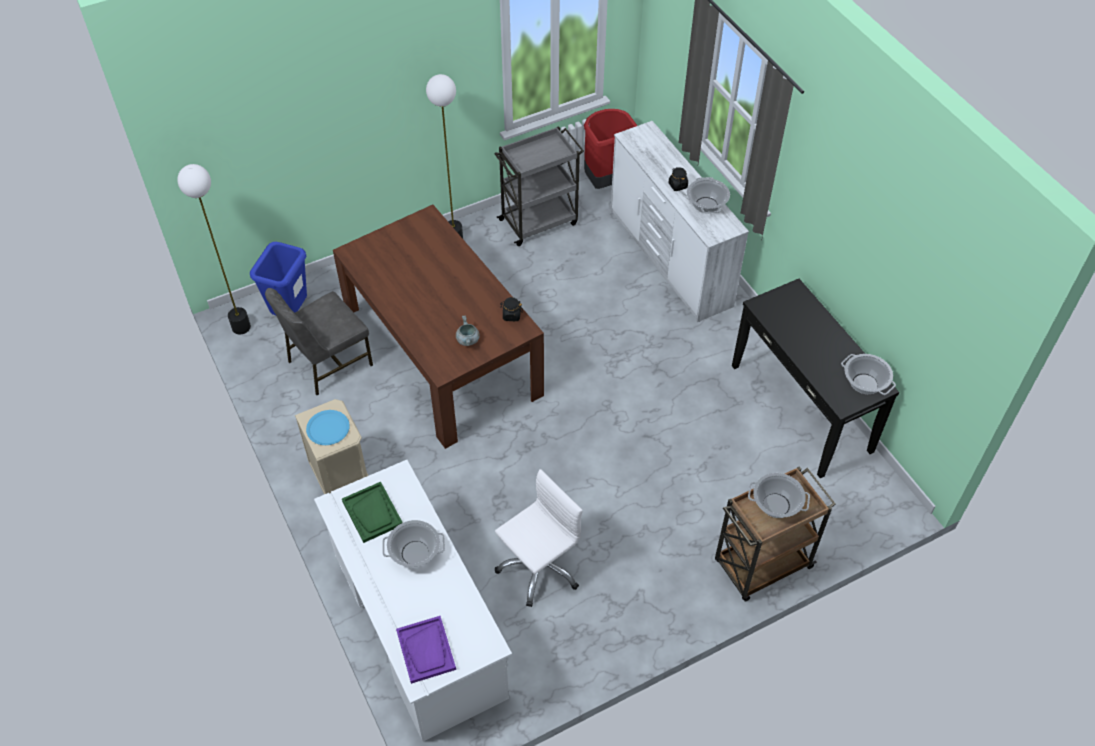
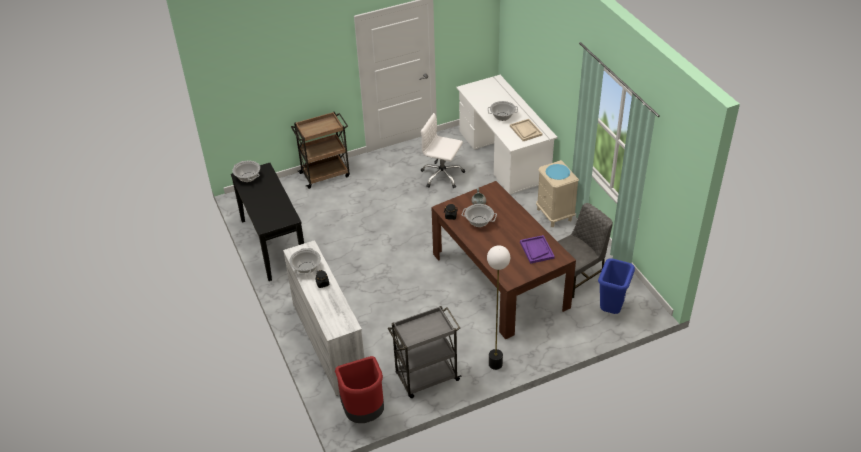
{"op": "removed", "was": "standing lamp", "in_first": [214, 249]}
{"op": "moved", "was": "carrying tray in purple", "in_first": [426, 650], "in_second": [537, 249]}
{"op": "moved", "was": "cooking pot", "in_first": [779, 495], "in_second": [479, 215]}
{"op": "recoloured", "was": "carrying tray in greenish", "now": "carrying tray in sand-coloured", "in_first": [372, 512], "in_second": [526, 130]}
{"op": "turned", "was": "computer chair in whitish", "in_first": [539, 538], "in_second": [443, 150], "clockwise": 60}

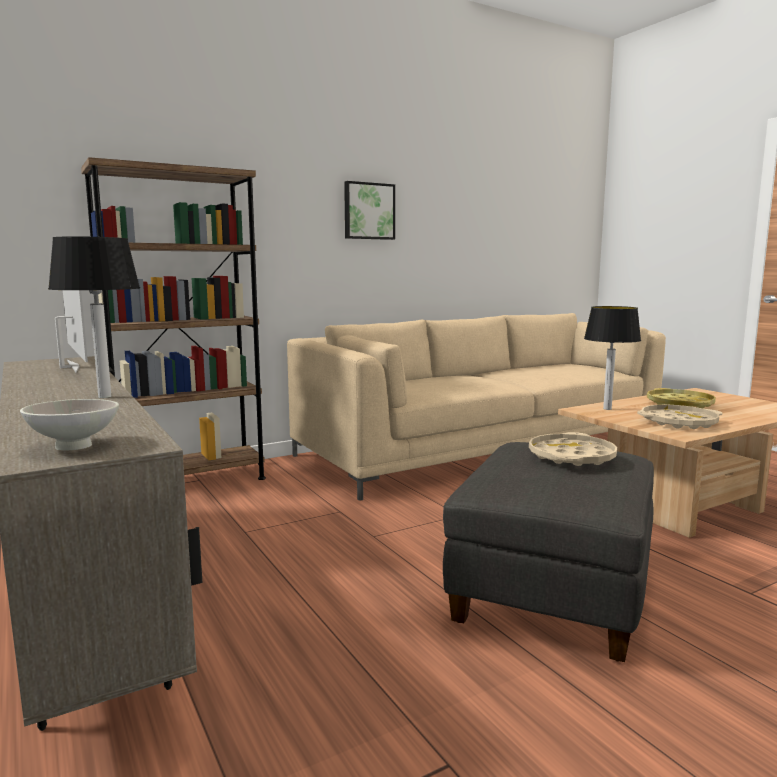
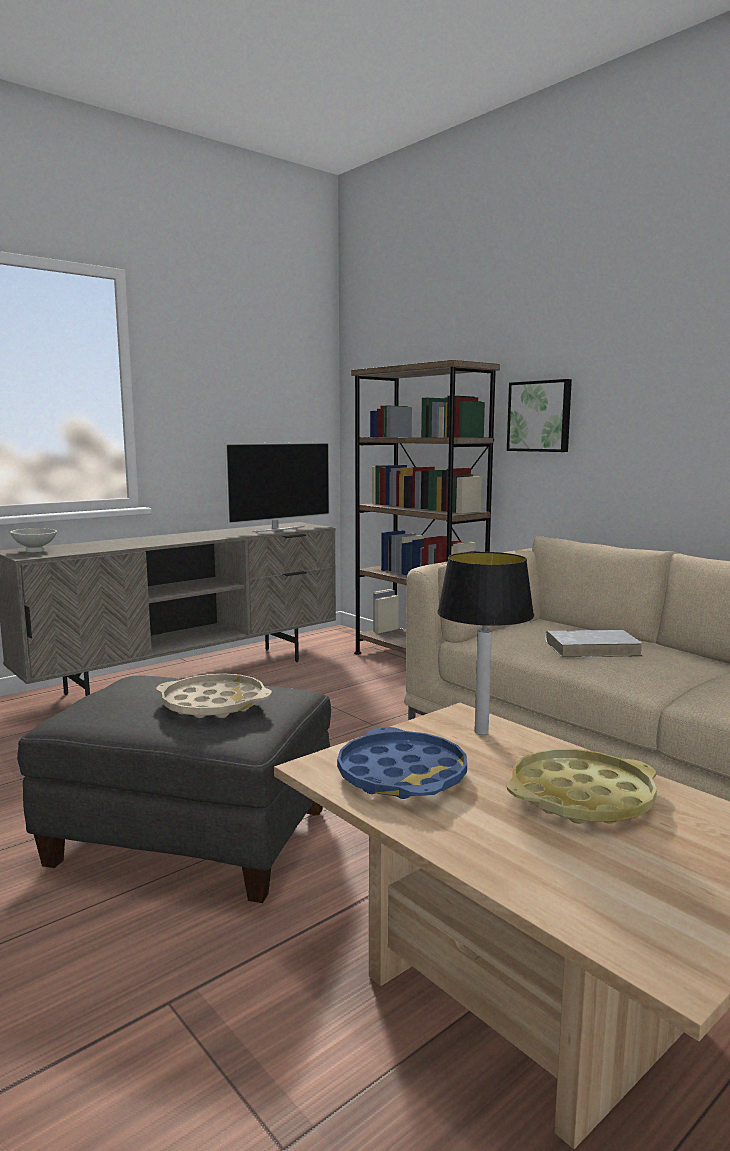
{"op": "removed", "was": "table lamp", "in_first": [94, 317]}
{"op": "added", "now": "volume in whitish", "in_second": [594, 643]}
{"op": "moved", "was": "picture", "in_first": [369, 210], "in_second": [539, 415]}
{"op": "recoloured", "was": "carrying tray in sand-coloured", "now": "carrying tray in blue", "in_first": [679, 417], "in_second": [402, 763]}

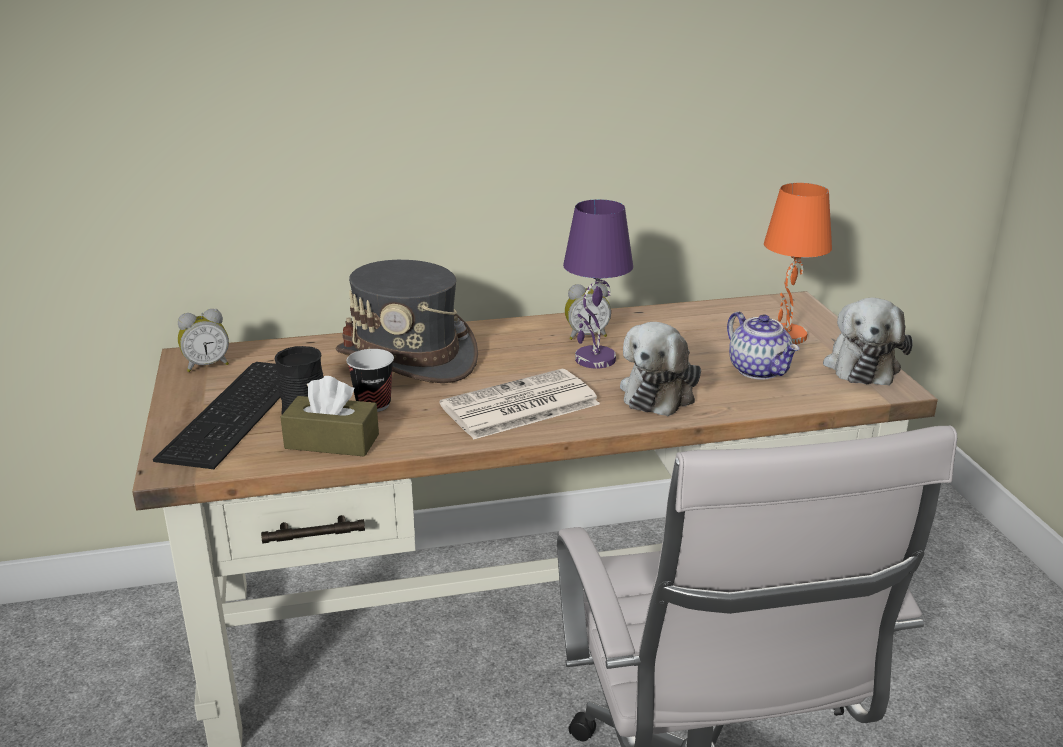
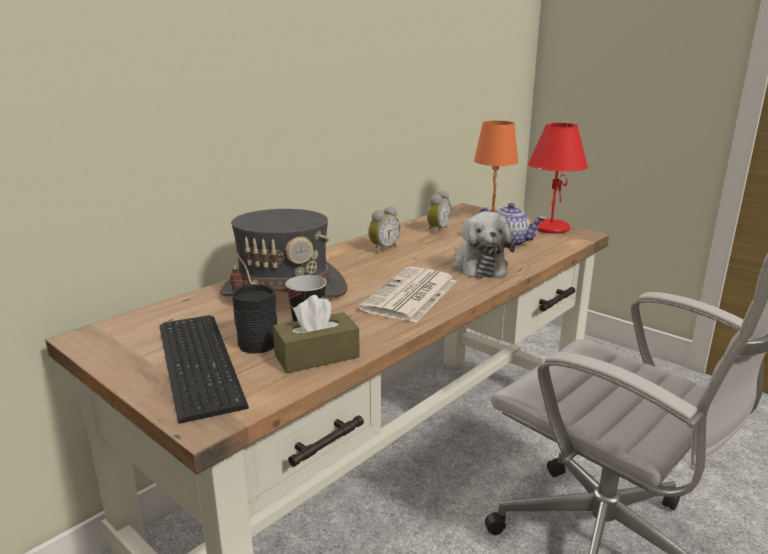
{"op": "removed", "was": "table lamp in purple", "in_first": [598, 284]}
{"op": "moved", "was": "bedside clock", "in_first": [203, 340], "in_second": [439, 212]}
{"op": "replaced", "was": "soft toy", "now": "table lamp in red-coloured", "in_first": [868, 342], "in_second": [558, 178]}

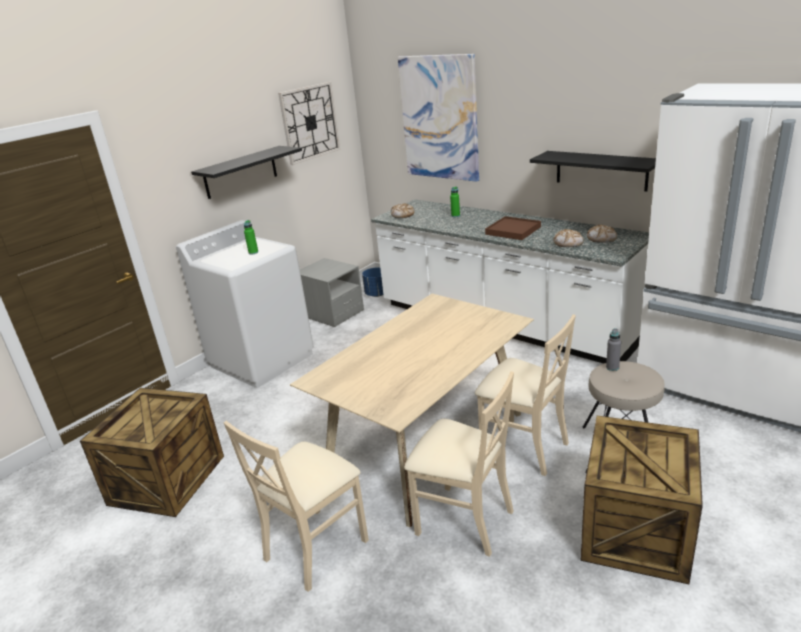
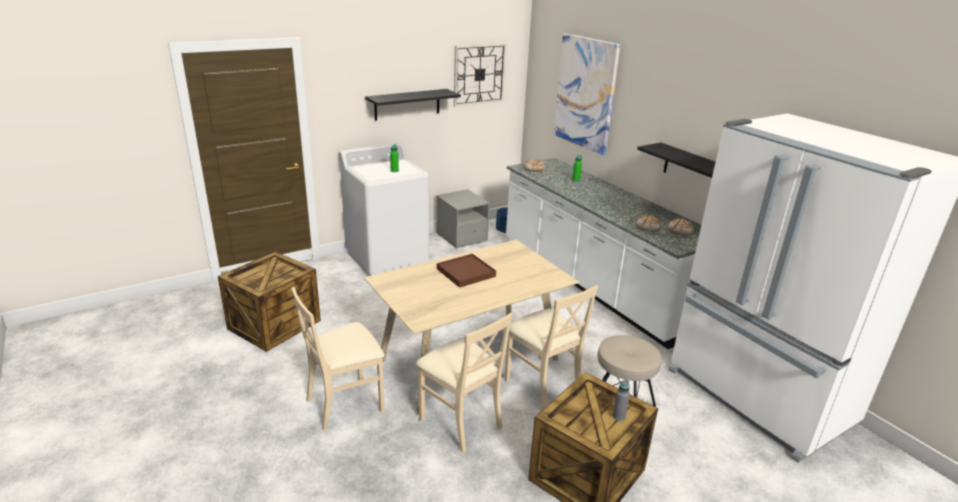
{"op": "moved", "was": "carrying tray in brown", "in_first": [513, 228], "in_second": [466, 271]}
{"op": "moved", "was": "bottle in grey", "in_first": [613, 349], "in_second": [621, 400]}

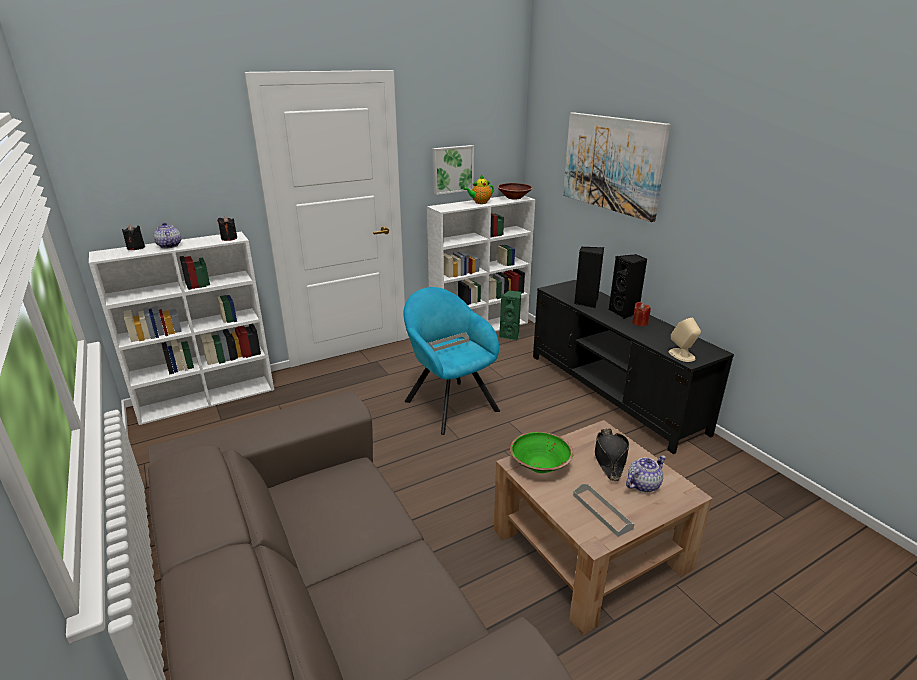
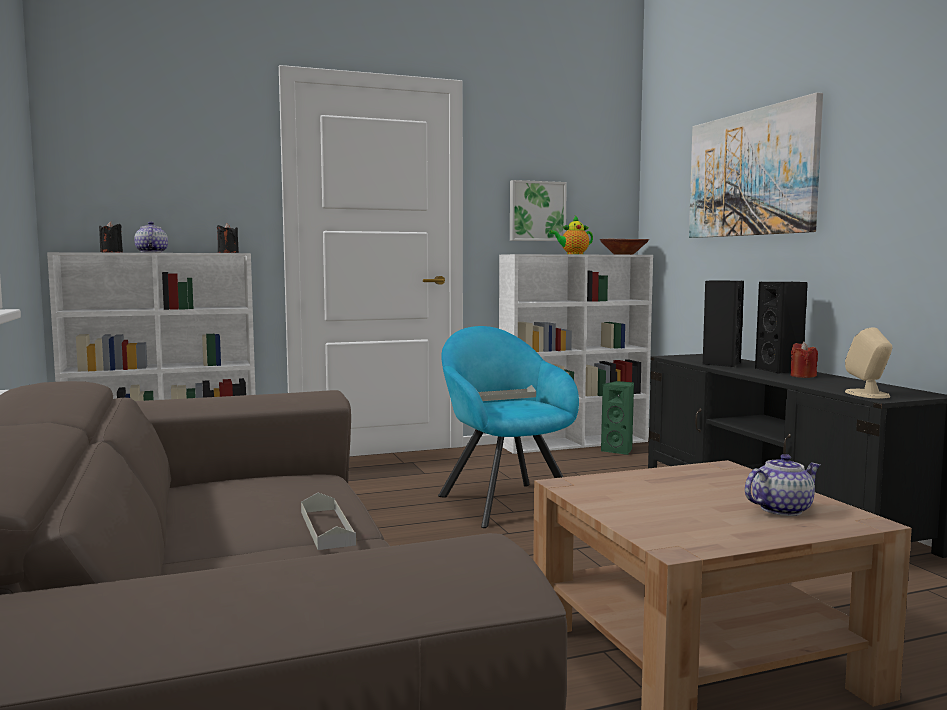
{"op": "removed", "was": "bowl in greenish", "in_first": [541, 452]}
{"op": "removed", "was": "hat in blackish", "in_first": [612, 454]}
{"op": "moved", "was": "carrying tray in grey", "in_first": [603, 510], "in_second": [328, 521]}

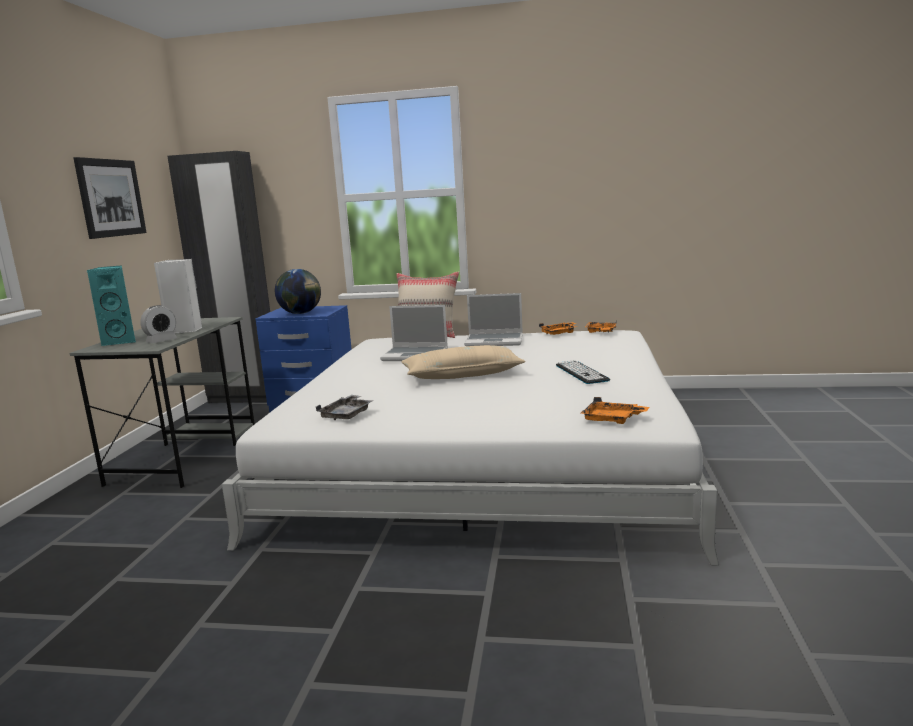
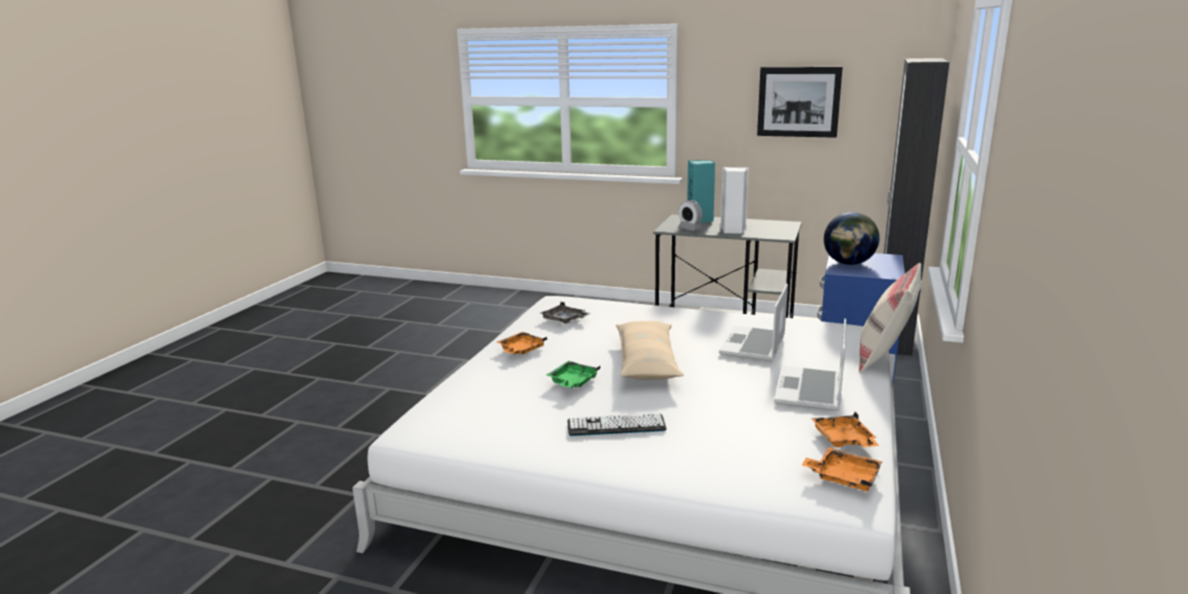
{"op": "added", "now": "carrying tray in greenish", "in_second": [573, 374]}
{"op": "moved", "was": "carrying tray in orangey", "in_first": [615, 410], "in_second": [522, 343]}

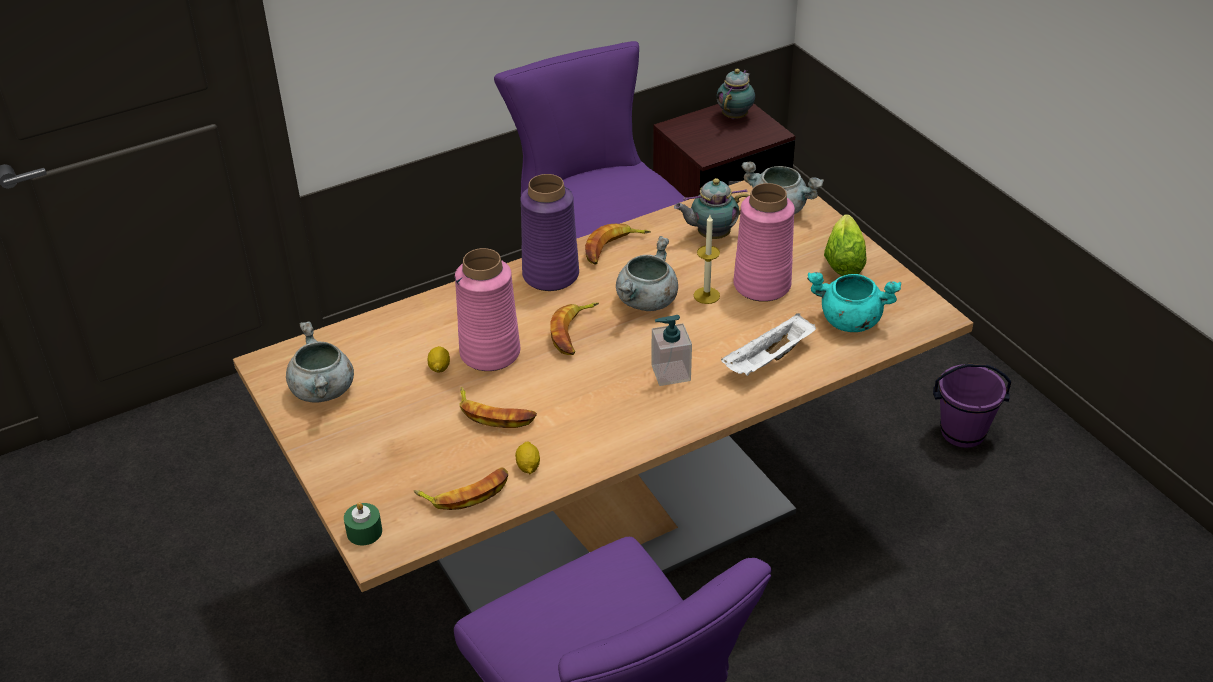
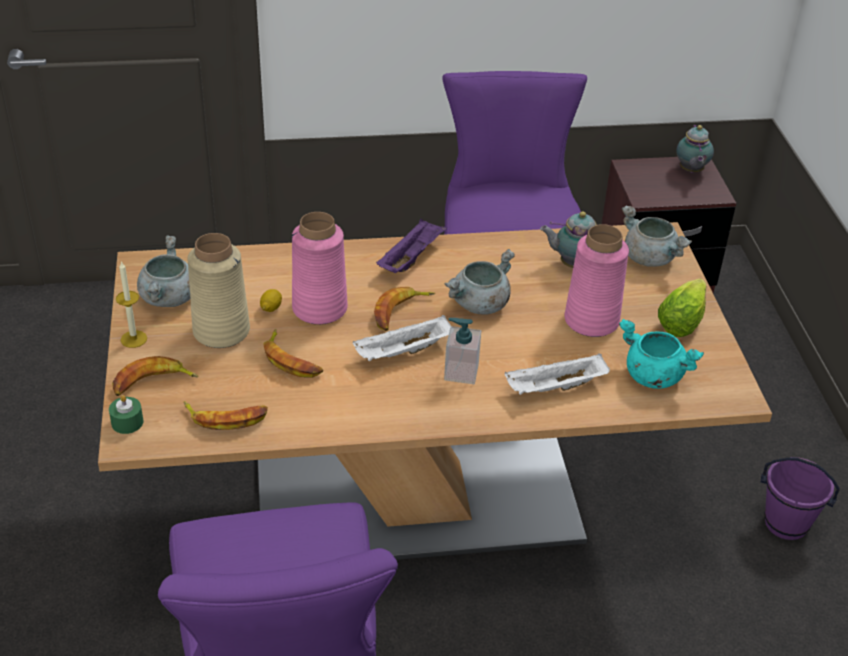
{"op": "removed", "was": "lemon", "in_first": [527, 458]}
{"op": "added", "now": "flower vase in sand-coloured", "in_second": [218, 290]}
{"op": "added", "now": "carrying tray in whitish", "in_second": [402, 338]}
{"op": "moved", "was": "banana fruit", "in_first": [618, 244], "in_second": [155, 376]}
{"op": "moved", "was": "wax light", "in_first": [707, 259], "in_second": [131, 304]}
{"op": "replaced", "was": "flower vase in purple", "now": "carrying tray in purple", "in_first": [549, 232], "in_second": [411, 246]}
{"op": "turned", "was": "teapot", "in_first": [735, 94], "in_second": [695, 149], "clockwise": 135}

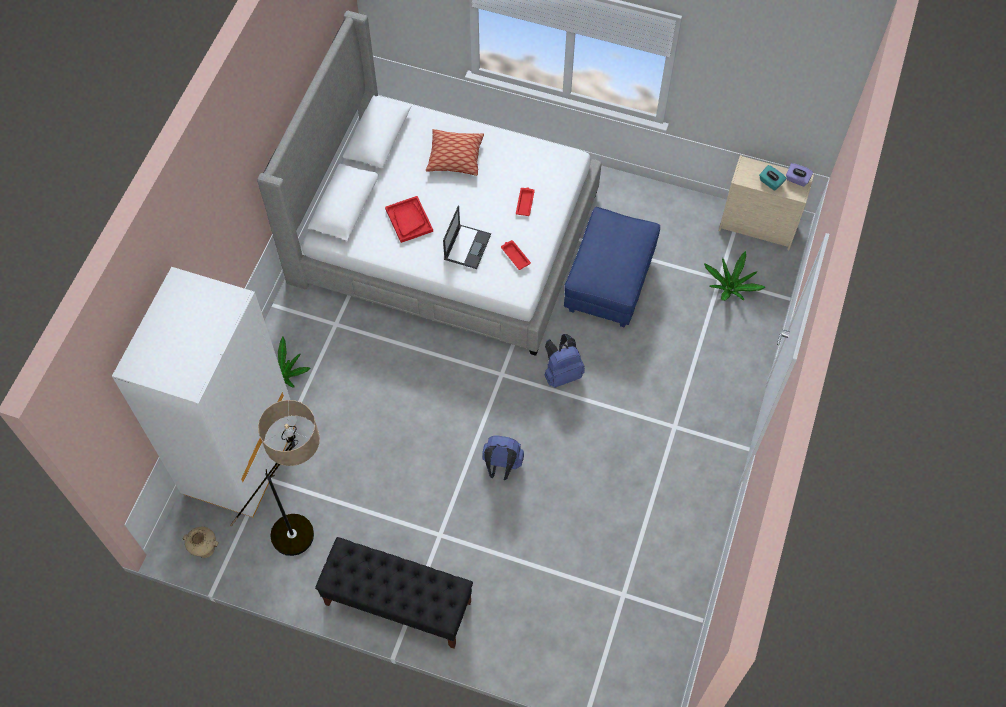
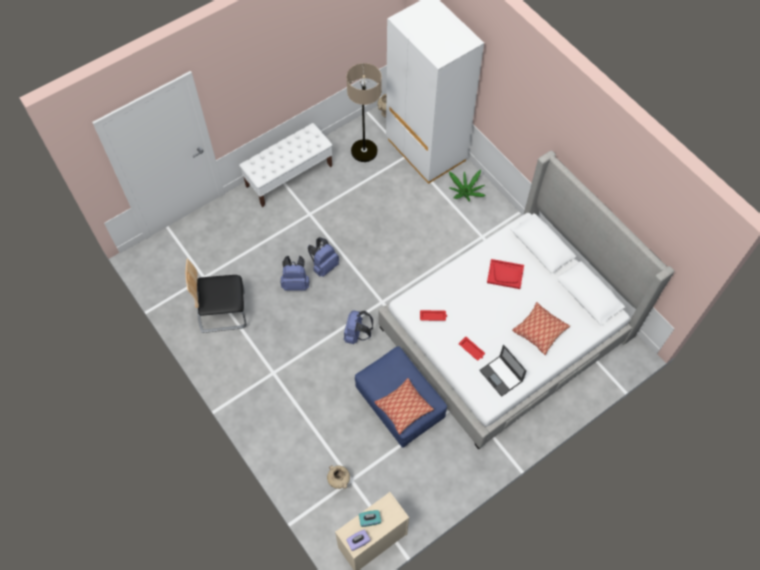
{"op": "added", "now": "chair", "in_second": [216, 295]}
{"op": "added", "now": "backpack in blue", "in_second": [295, 273]}
{"op": "added", "now": "cushion", "in_second": [404, 406]}
{"op": "moved", "was": "portable computer", "in_first": [467, 237], "in_second": [503, 370]}
{"op": "replaced", "was": "houseplant", "now": "flower vase in sand-coloured", "in_first": [734, 276], "in_second": [338, 477]}
{"op": "recoloured", "was": "long seat in blackish", "now": "long seat in whitish", "in_first": [394, 593], "in_second": [285, 165]}

